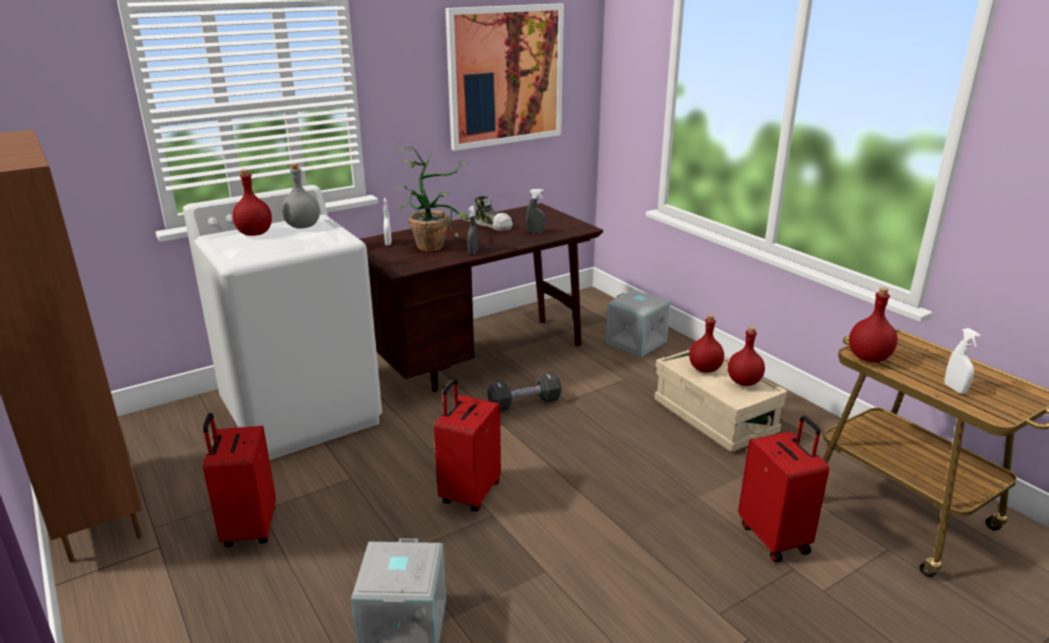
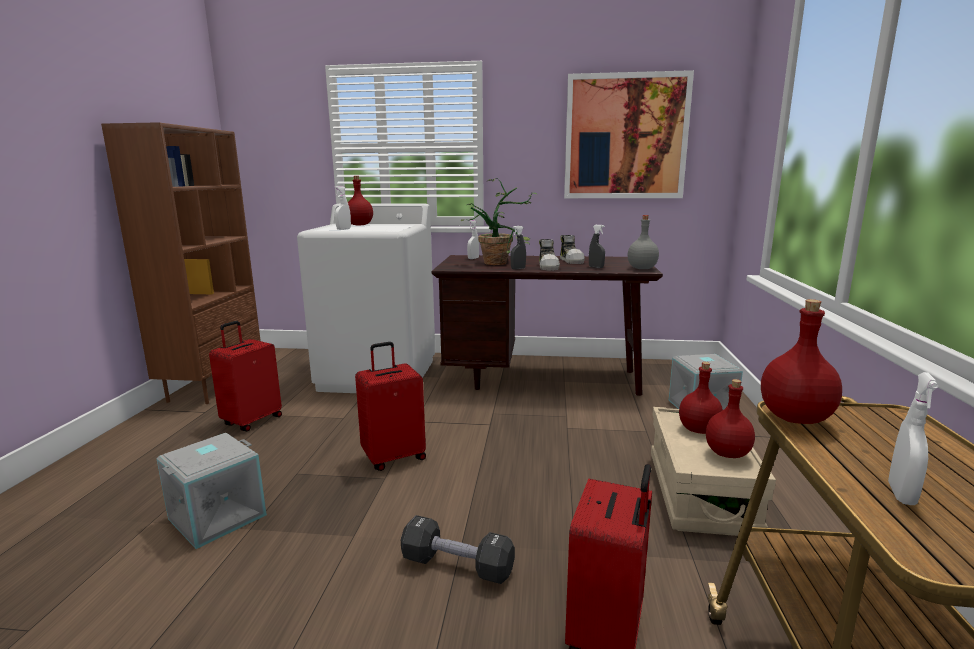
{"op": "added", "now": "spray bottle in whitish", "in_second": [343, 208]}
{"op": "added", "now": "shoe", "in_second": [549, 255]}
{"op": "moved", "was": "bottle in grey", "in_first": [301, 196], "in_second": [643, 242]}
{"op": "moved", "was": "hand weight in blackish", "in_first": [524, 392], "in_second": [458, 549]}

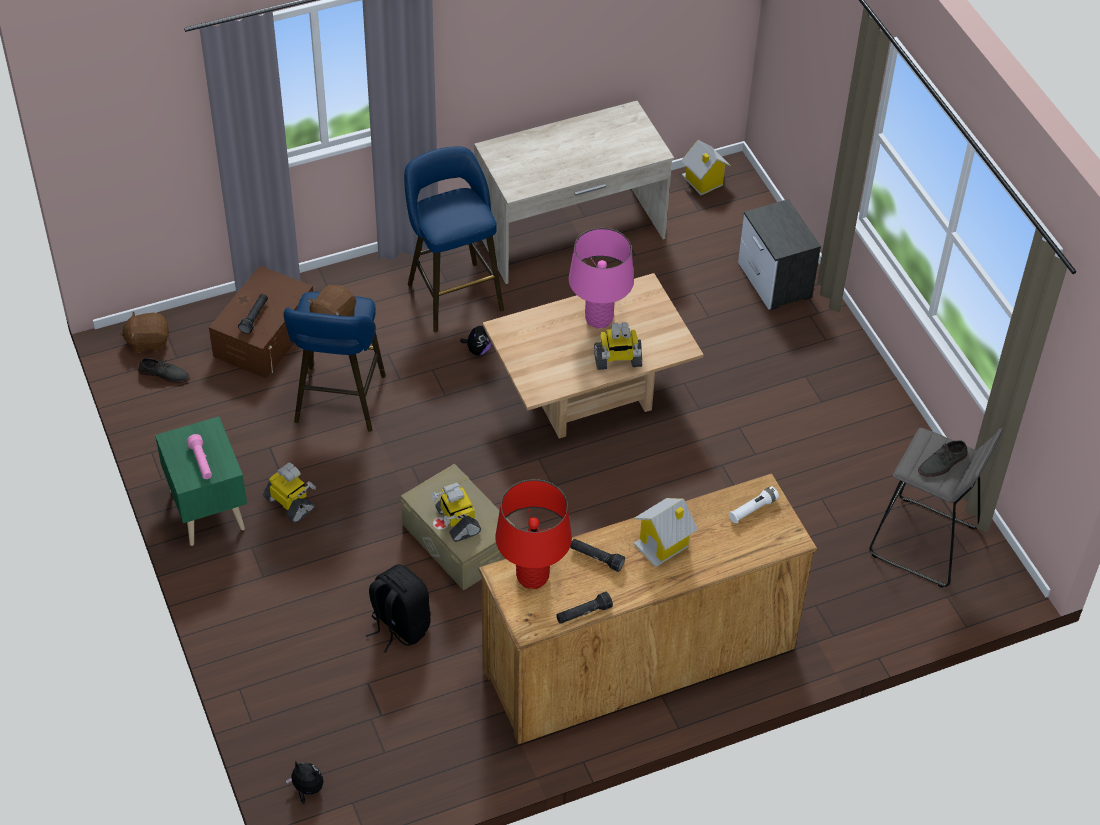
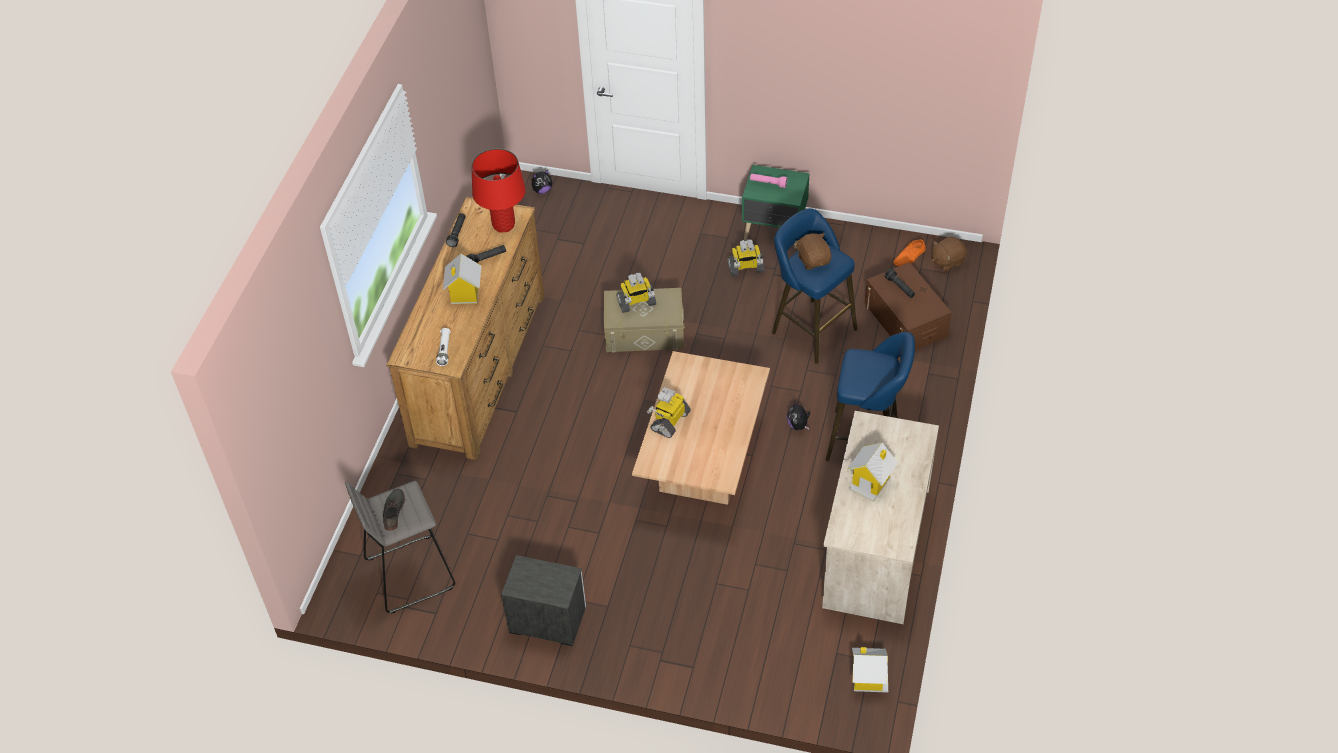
{"op": "removed", "was": "backpack in blackish", "in_first": [398, 608]}
{"op": "removed", "was": "table lamp in pink", "in_first": [601, 278]}
{"op": "added", "now": "toy house", "in_second": [872, 472]}
{"op": "moved", "was": "night table", "in_first": [779, 254], "in_second": [543, 600]}
{"op": "recoloured", "was": "shoe in grey", "now": "shoe in orangey", "in_first": [163, 370], "in_second": [909, 253]}
{"op": "turned", "was": "soft toy in brown", "in_first": [145, 332], "in_second": [949, 253], "clockwise": -150}
{"op": "turned", "was": "toy robot", "in_first": [456, 512], "in_second": [636, 293], "clockwise": 150}

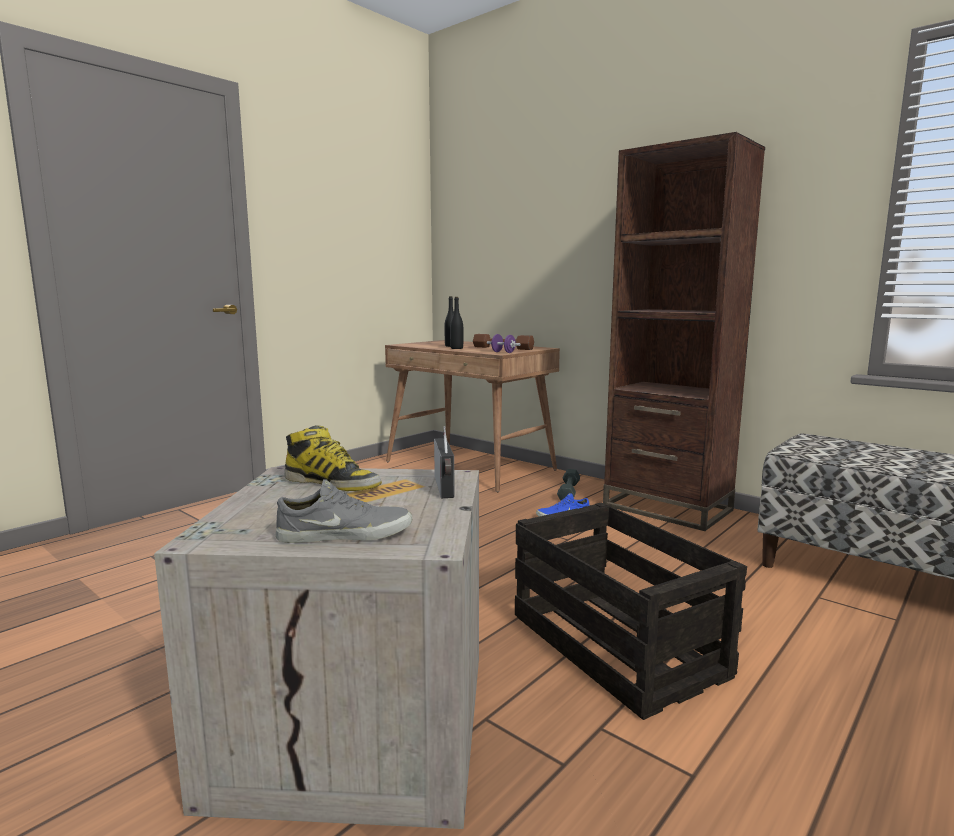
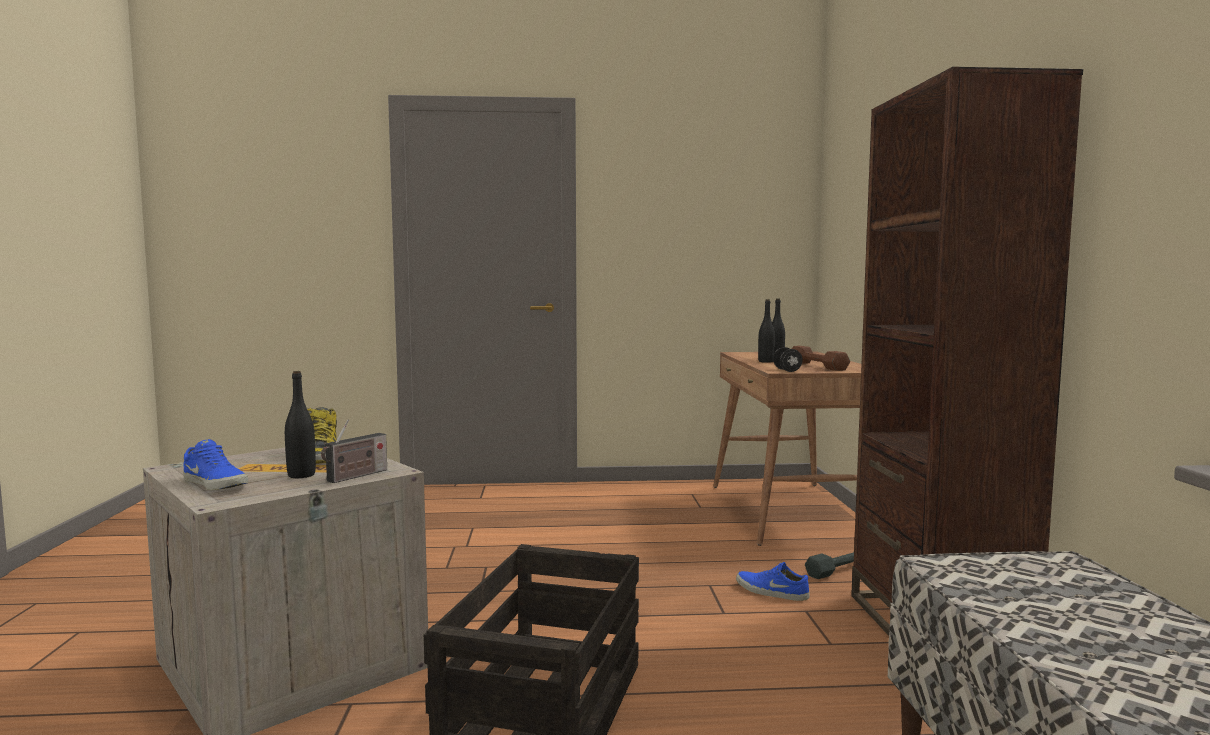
{"op": "added", "now": "bottle in blackish", "in_second": [300, 424]}
{"op": "recoloured", "was": "shoe in grey", "now": "shoe in blue", "in_first": [344, 511], "in_second": [215, 464]}
{"op": "recoloured", "was": "hand weight in purple", "now": "hand weight in blackish", "in_first": [504, 343], "in_second": [788, 359]}

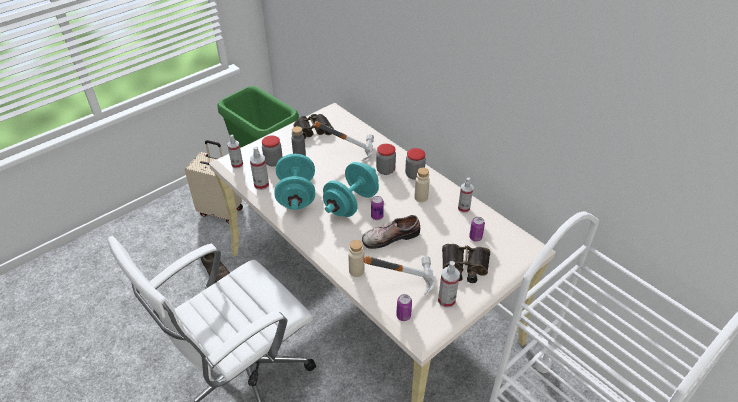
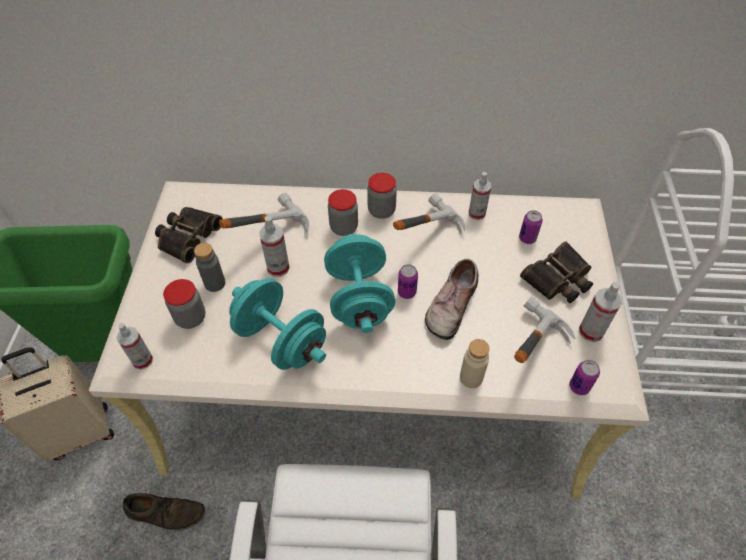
{"op": "moved", "was": "spray bottle", "in_first": [259, 168], "in_second": [274, 246]}
{"op": "replaced", "was": "bottle in sand-coloured", "now": "hammer", "in_first": [422, 184], "in_second": [429, 214]}

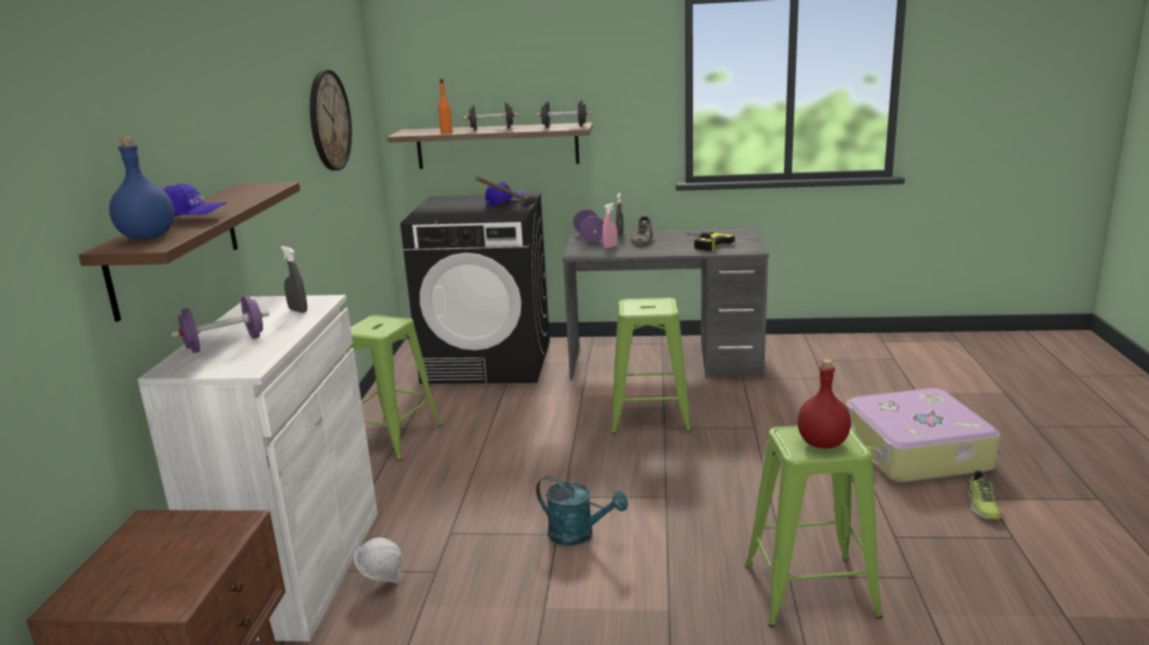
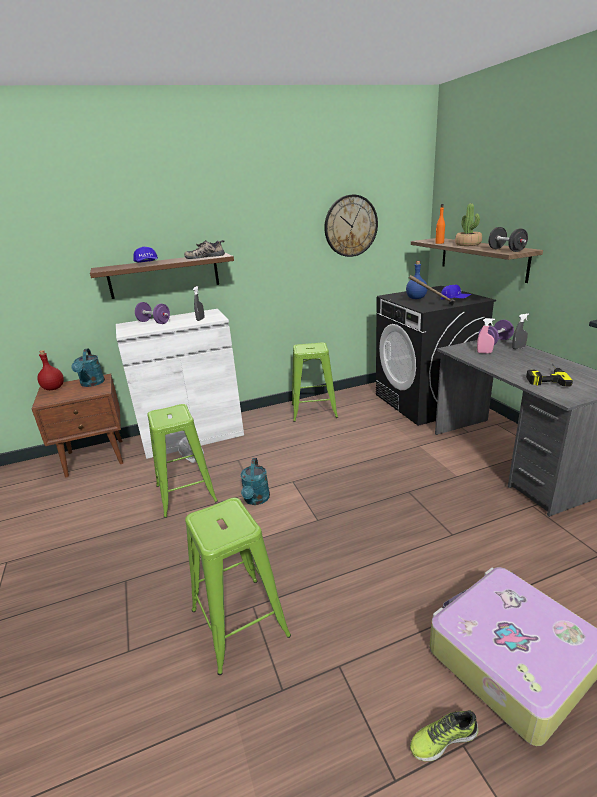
{"op": "added", "now": "watering pot in turquoise-coloured", "in_second": [88, 367]}
{"op": "moved", "was": "bottle in blue", "in_first": [141, 188], "in_second": [416, 280]}
{"op": "moved", "was": "stool in greenish", "in_first": [651, 366], "in_second": [182, 461]}
{"op": "moved", "was": "shoe", "in_first": [642, 230], "in_second": [204, 249]}
{"op": "moved", "was": "bottle in red-coloured", "in_first": [824, 403], "in_second": [51, 370]}
{"op": "replaced", "was": "hand weight in blackish", "now": "houseplant", "in_first": [490, 116], "in_second": [468, 224]}

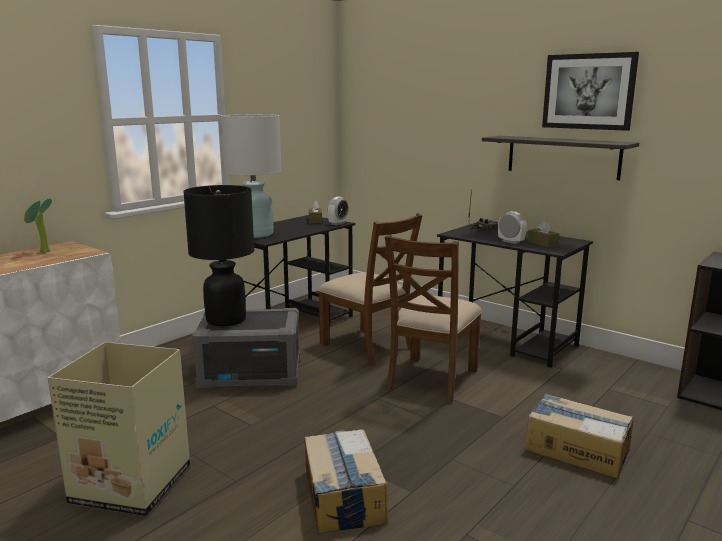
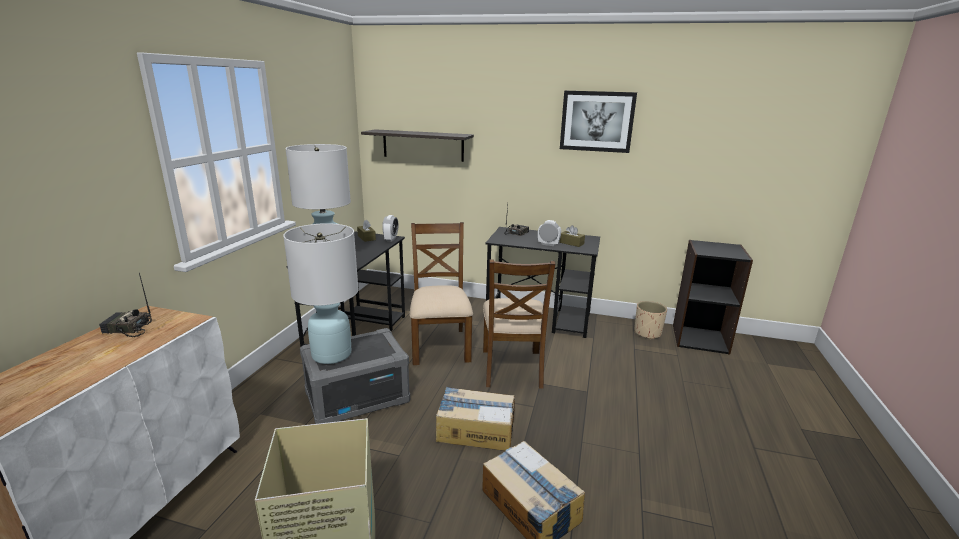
{"op": "added", "now": "flower pot in sand-coloured", "in_second": [650, 320]}
{"op": "moved", "was": "shelf", "in_first": [560, 158], "in_second": [417, 145]}
{"op": "moved", "was": "cardboard box", "in_first": [579, 436], "in_second": [475, 419]}
{"op": "replaced", "was": "houseplant", "now": "radio", "in_first": [38, 225], "in_second": [125, 305]}
{"op": "recoloured", "was": "table lamp in blackish", "now": "table lamp in whitish", "in_first": [218, 255], "in_second": [321, 293]}
{"op": "turned", "was": "chair in brown", "in_first": [370, 289], "in_second": [441, 293], "clockwise": -120}

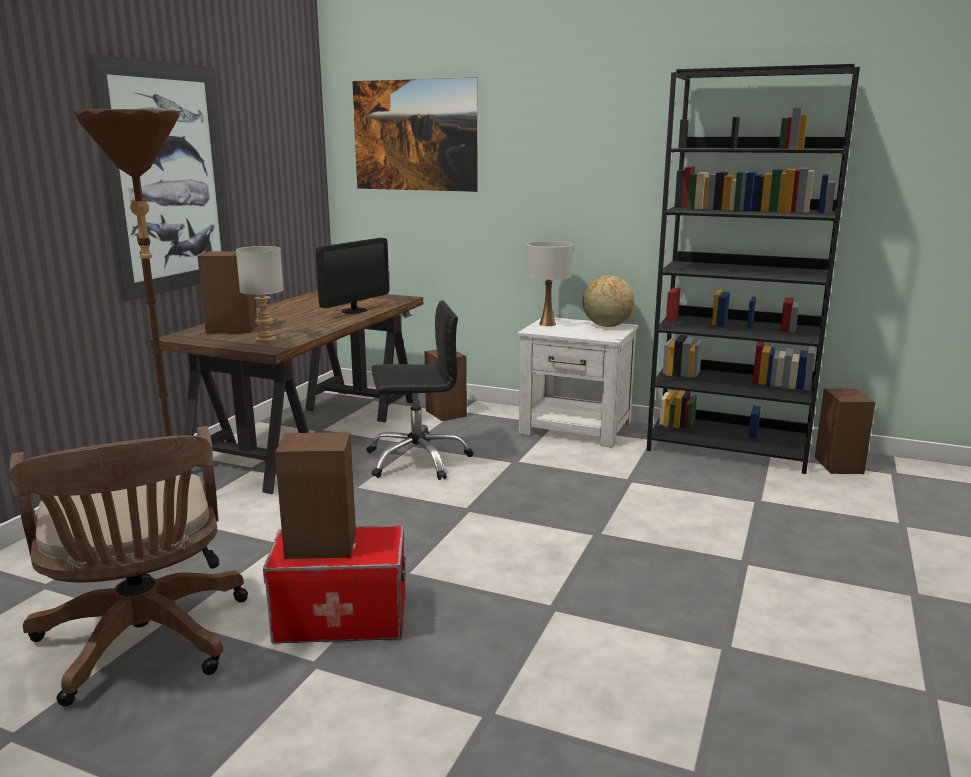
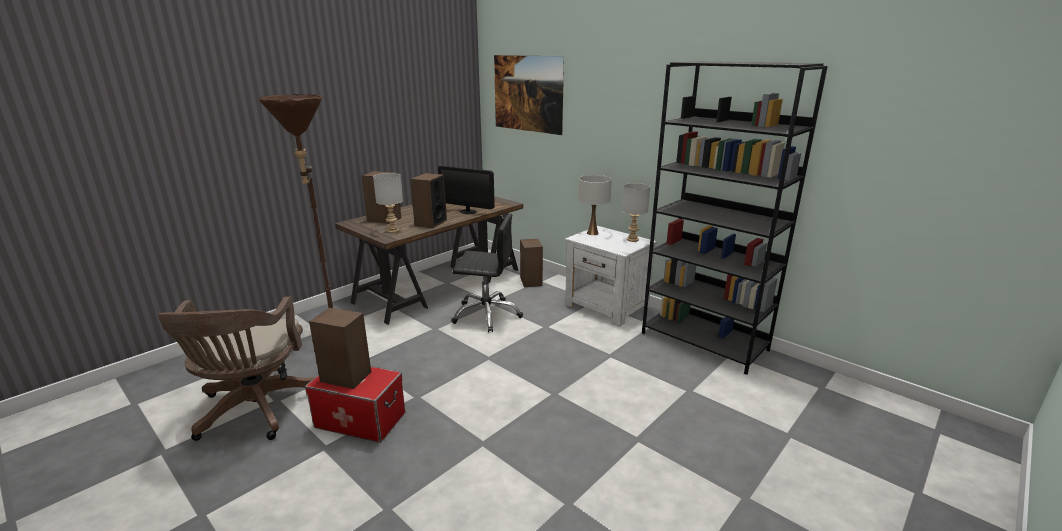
{"op": "removed", "was": "picture", "in_first": [159, 178]}
{"op": "moved", "was": "loudspeaker", "in_first": [845, 431], "in_second": [428, 200]}
{"op": "replaced", "was": "globe", "now": "table lamp in grey", "in_first": [608, 301], "in_second": [636, 212]}
{"op": "turned", "was": "computer display", "in_first": [352, 276], "in_second": [466, 190], "clockwise": 60}

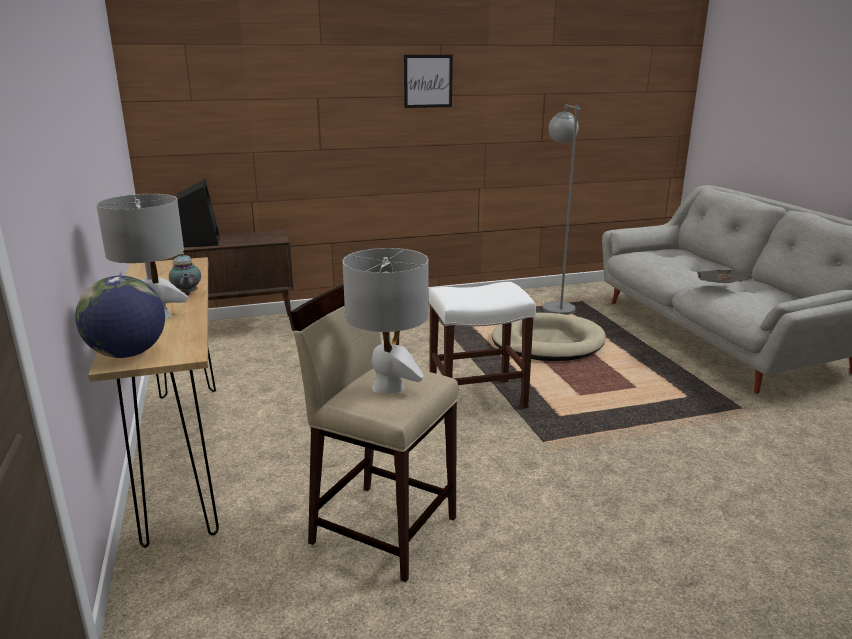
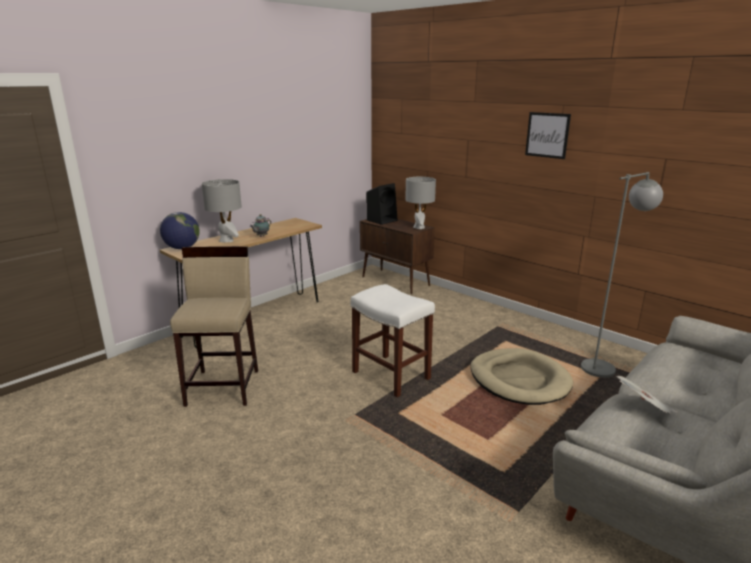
{"op": "moved", "was": "table lamp in grey", "in_first": [385, 321], "in_second": [420, 203]}

